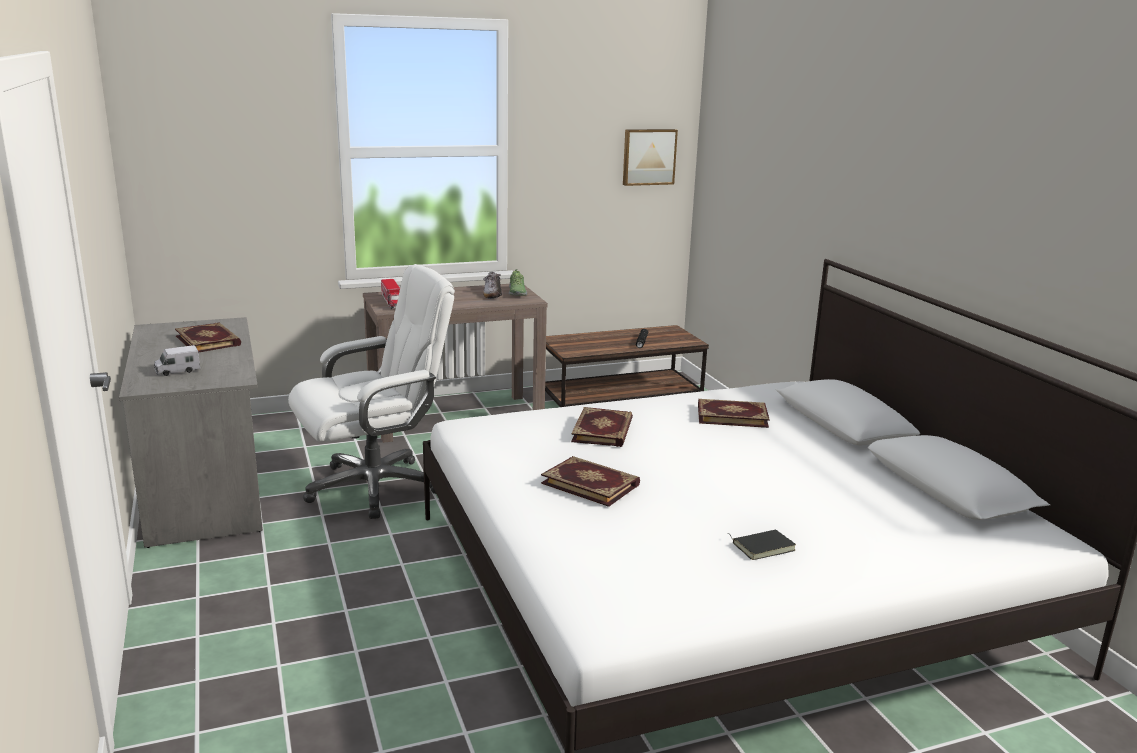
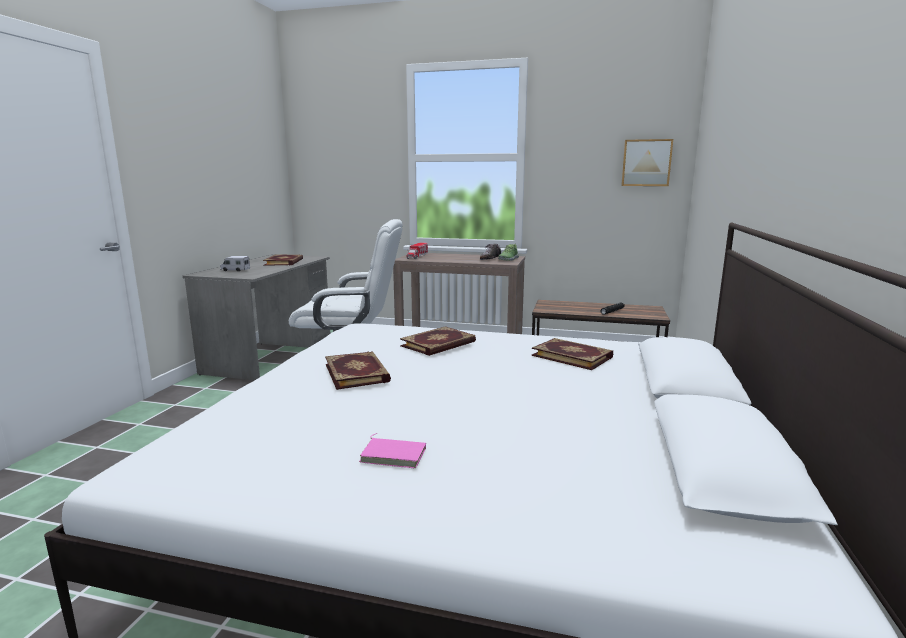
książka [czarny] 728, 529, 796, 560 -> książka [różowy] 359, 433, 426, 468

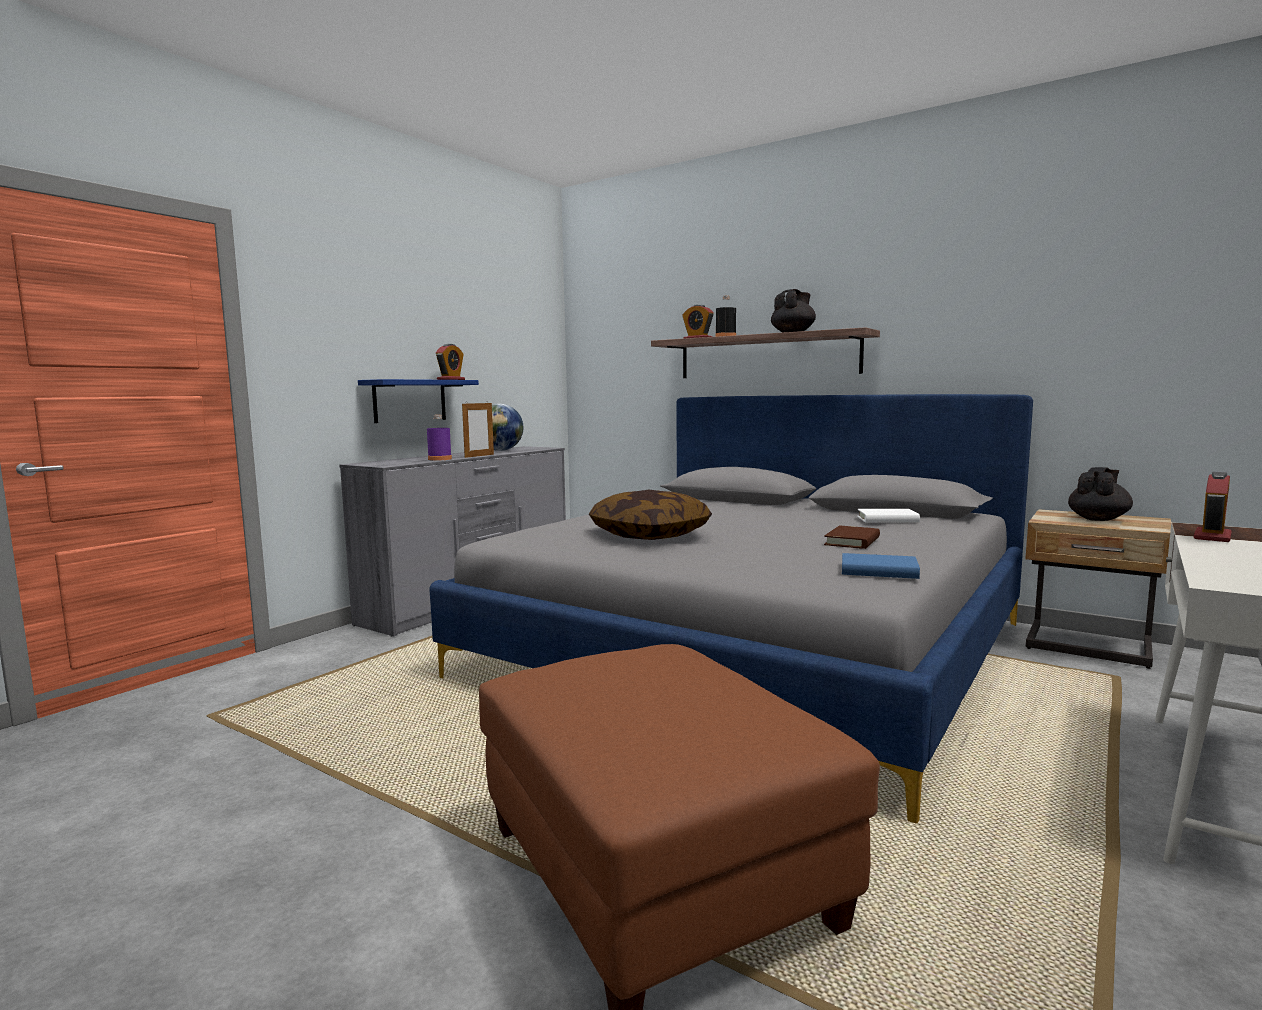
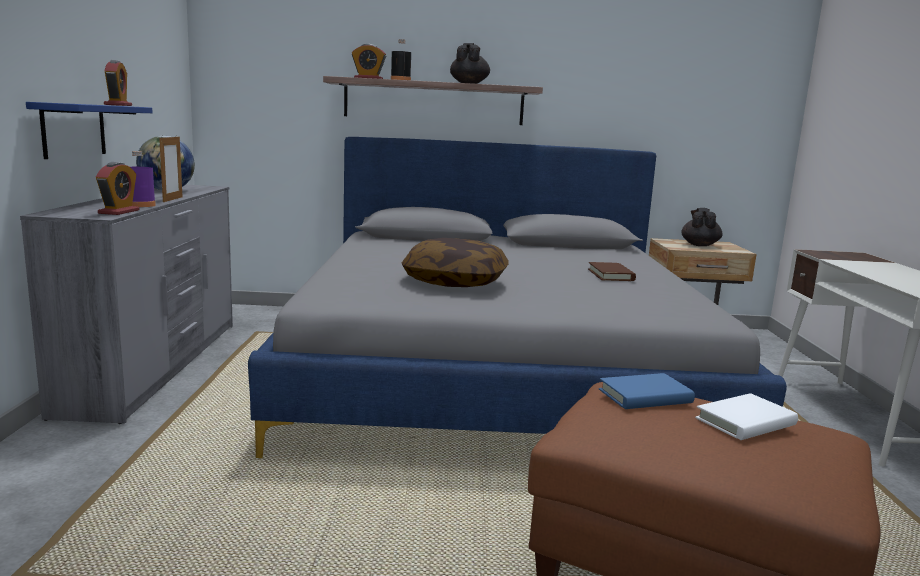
książka [niebieski] 842, 553, 920, 579 -> książka [niebieski] 599, 373, 695, 409, relocated
książka [biały] 857, 509, 920, 523 -> książka [biały] 695, 393, 798, 440, relocated
budzik 1193, 472, 1232, 542 -> budzik 96, 162, 140, 215, relocated

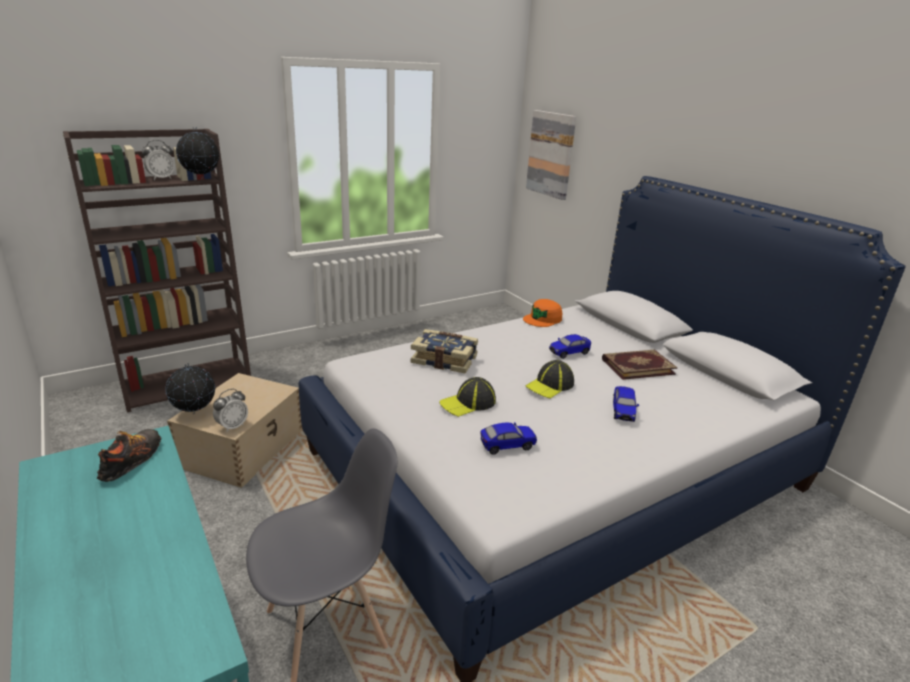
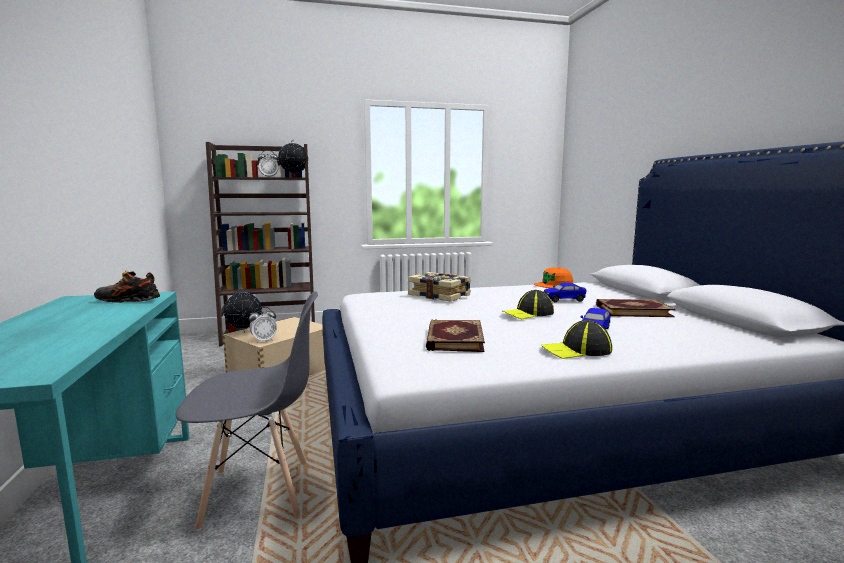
obraz 526, 110, 576, 200 -> none
czapka z daszkiem 439, 377, 496, 417 -> czapka z daszkiem 541, 320, 612, 359, relocated
samochodzik 480, 422, 537, 455 -> książka 426, 319, 485, 352
but 97, 429, 162, 482 -> but 94, 271, 160, 303, 120 degrees counterclockwise

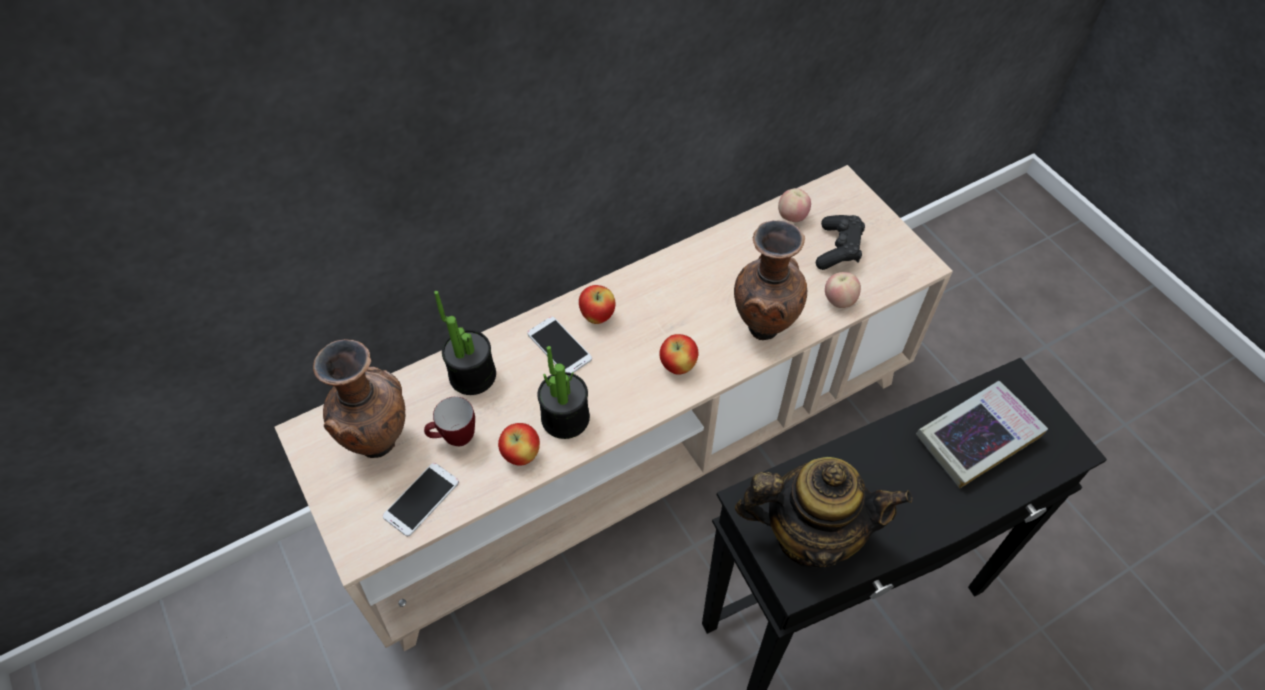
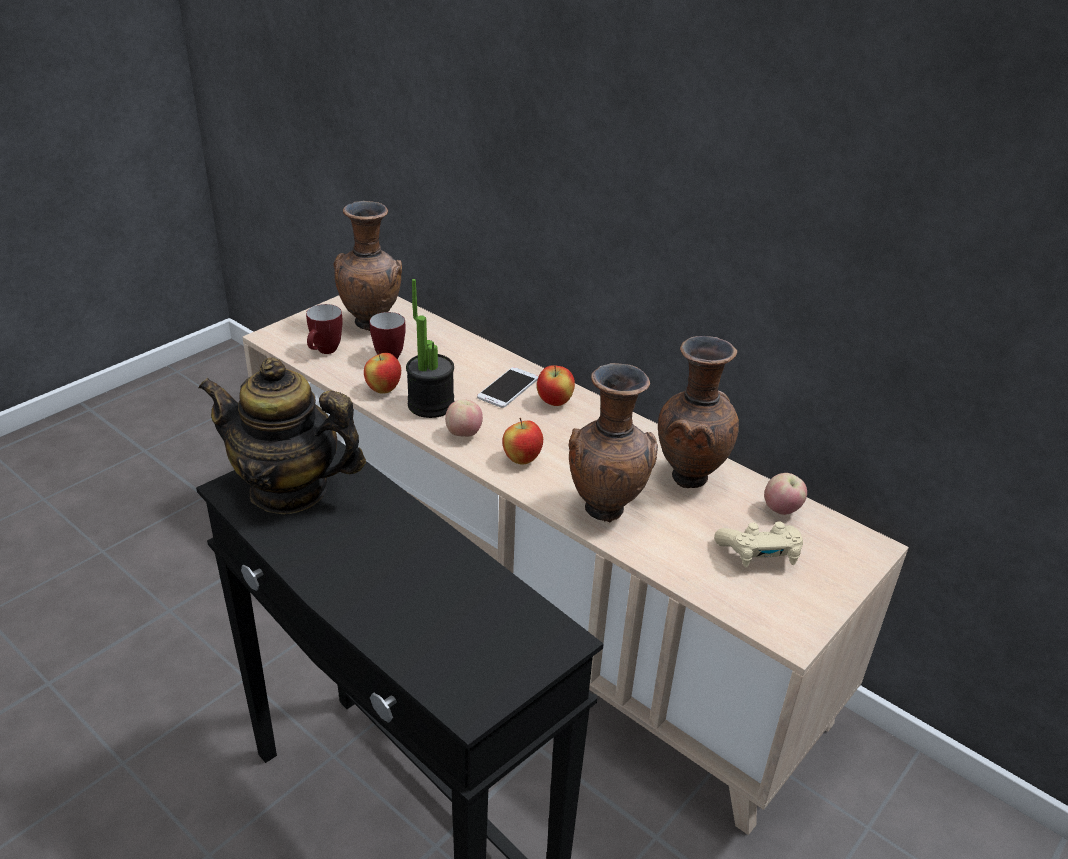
roślina doniczkowa 434, 291, 496, 395 -> none
książka 916, 381, 1048, 488 -> none
none -> wazon [brązowy] 658, 336, 739, 488
jabłko 825, 272, 861, 308 -> jabłko 445, 399, 483, 437, relocated
telefon 383, 463, 459, 536 -> kubek 306, 304, 343, 354
pad do gier [czarny] 816, 215, 865, 270 -> pad do gier [beżowy] 714, 521, 803, 567
imbryk 735, 457, 912, 568 -> imbryk 198, 357, 366, 514, 120 degrees clockwise

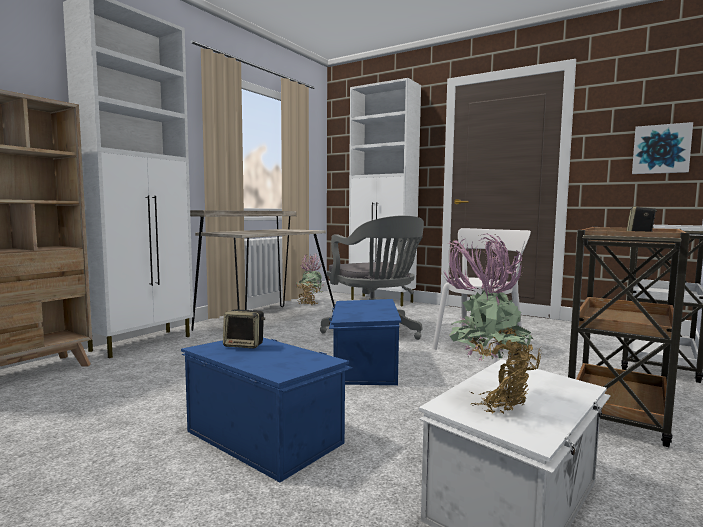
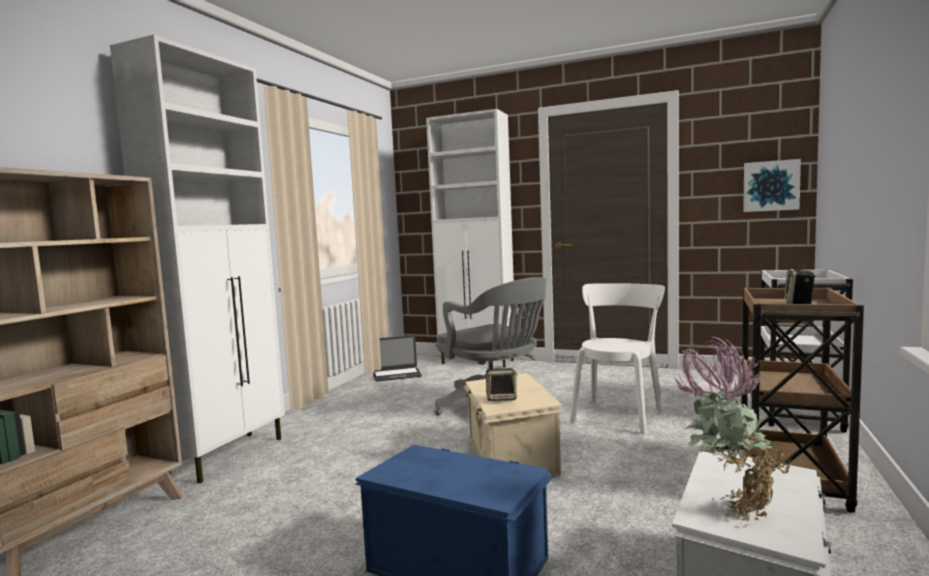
biurko [beżowy] 190, 210, 335, 331 -> none
głośnik 223, 309, 265, 348 -> głośnik 484, 368, 517, 401, relocated
roślina doniczkowa 295, 254, 324, 305 -> laptop 373, 335, 422, 381
pojemnik do przechowywania [niebieski] 329, 299, 401, 385 -> pojemnik do przechowywania [beżowy] 463, 373, 562, 476

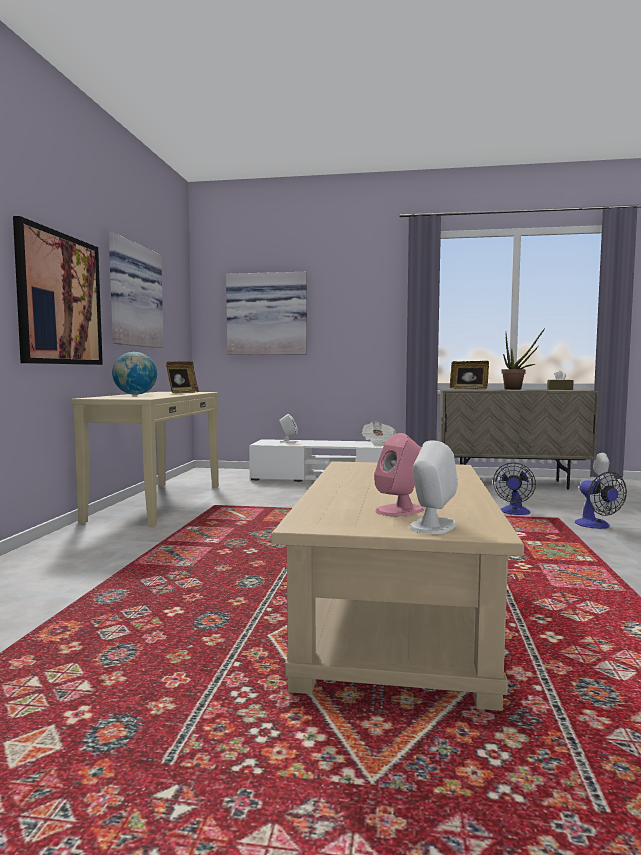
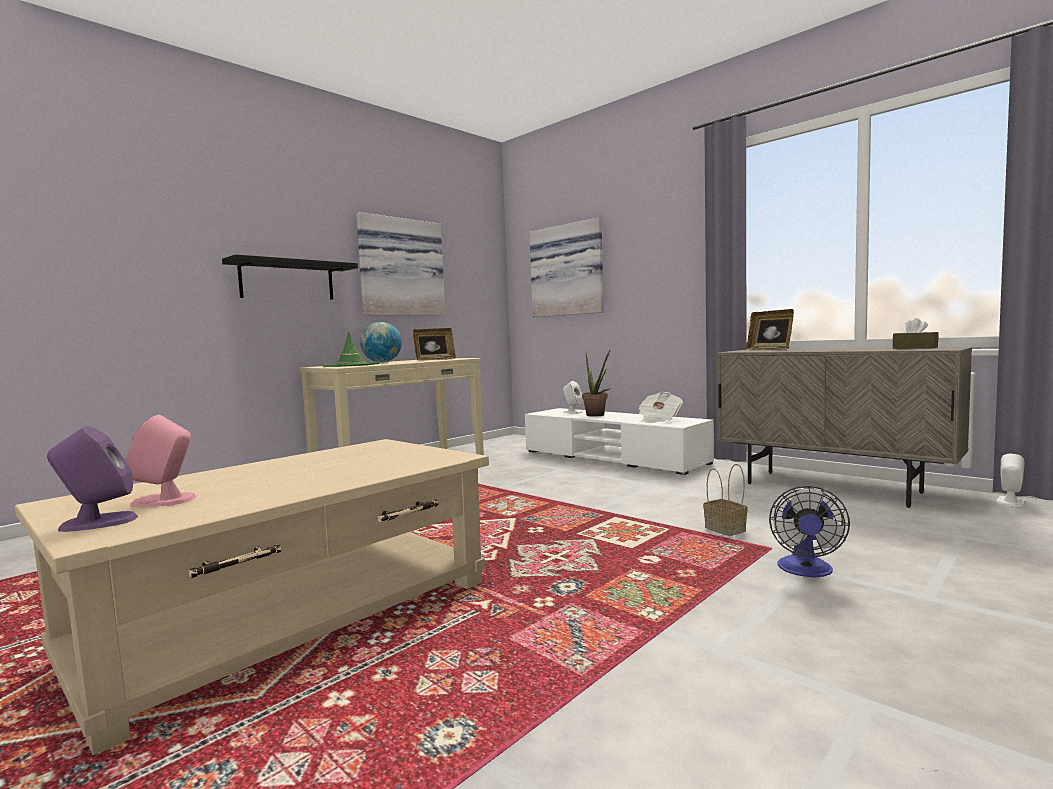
none -> kapelusz [zielony] 322, 331, 380, 367
roślina doniczkowa 502, 328, 545, 390 -> roślina doniczkowa 582, 351, 610, 417, relocated
obraz 13, 216, 103, 365 -> półka [czarny] 222, 254, 358, 300
wentylator 493, 463, 536, 515 -> koszyk 703, 464, 748, 536
głośnik [biały] 409, 440, 458, 534 -> głośnik [fioletowy] 47, 426, 138, 532

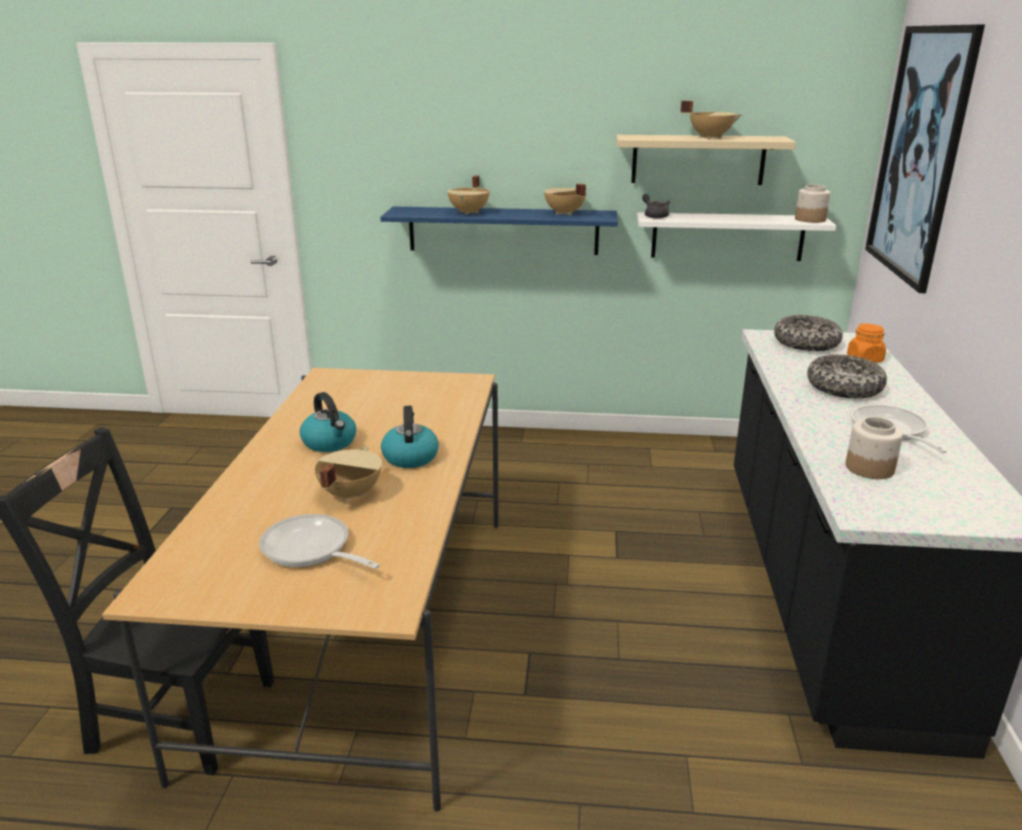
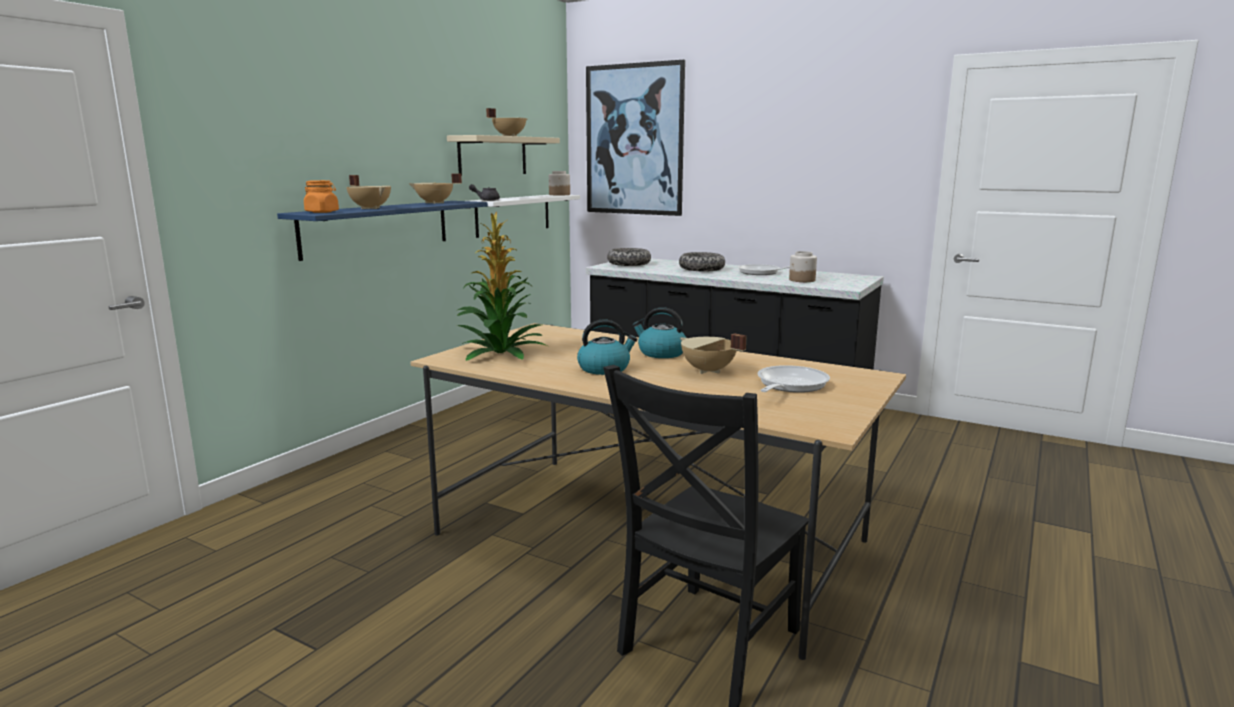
none -> roślina doniczkowa 457, 212, 548, 361
słoik [pomarańczowy] 847, 323, 886, 363 -> słoik [pomarańczowy] 304, 180, 339, 213, relocated
patelnia 259, 514, 380, 569 -> patelnia 757, 365, 830, 393, 150 degrees clockwise

